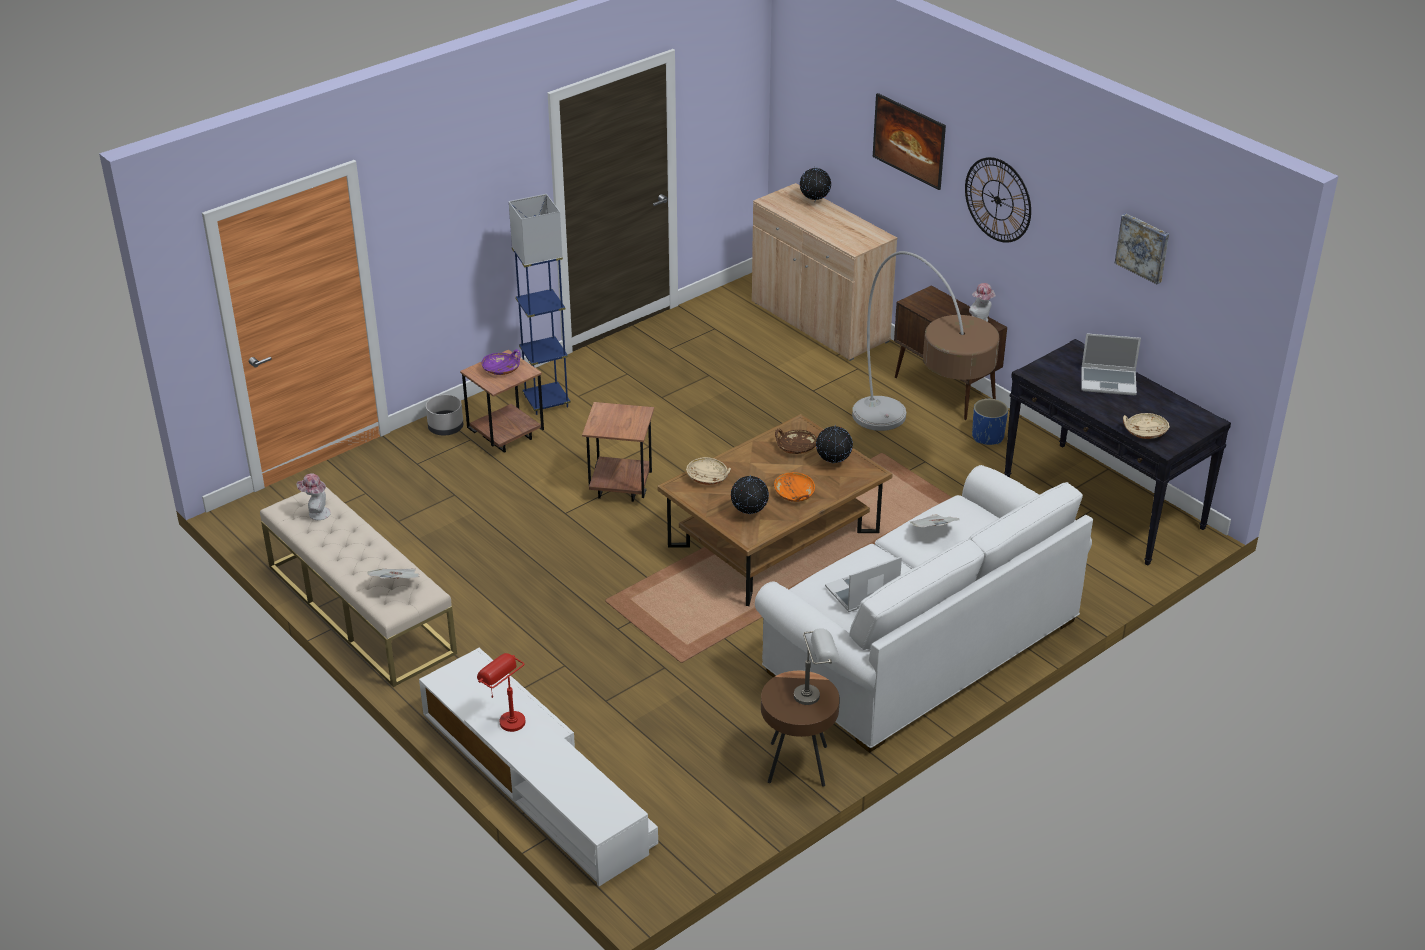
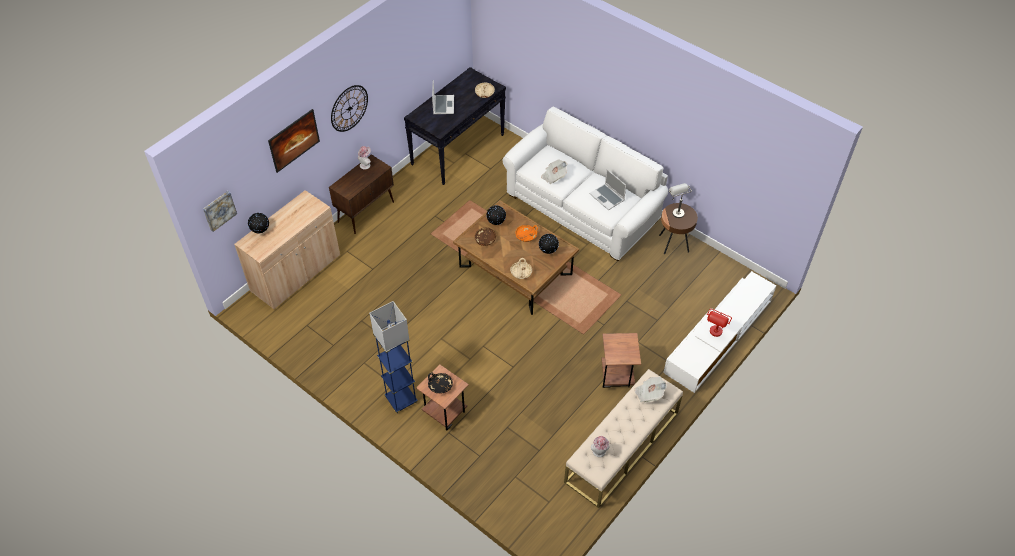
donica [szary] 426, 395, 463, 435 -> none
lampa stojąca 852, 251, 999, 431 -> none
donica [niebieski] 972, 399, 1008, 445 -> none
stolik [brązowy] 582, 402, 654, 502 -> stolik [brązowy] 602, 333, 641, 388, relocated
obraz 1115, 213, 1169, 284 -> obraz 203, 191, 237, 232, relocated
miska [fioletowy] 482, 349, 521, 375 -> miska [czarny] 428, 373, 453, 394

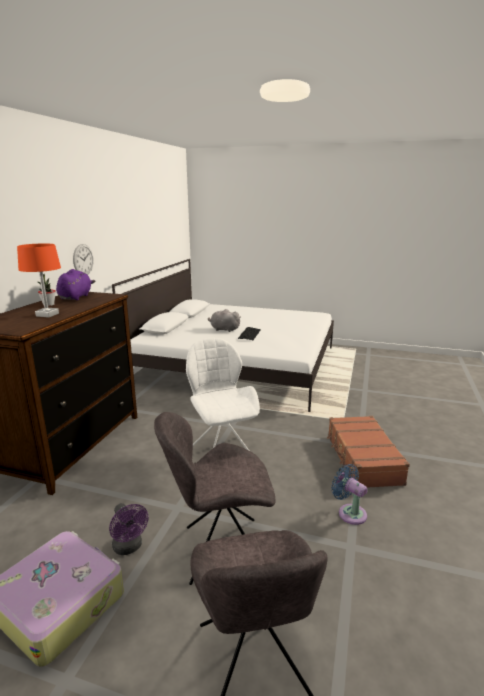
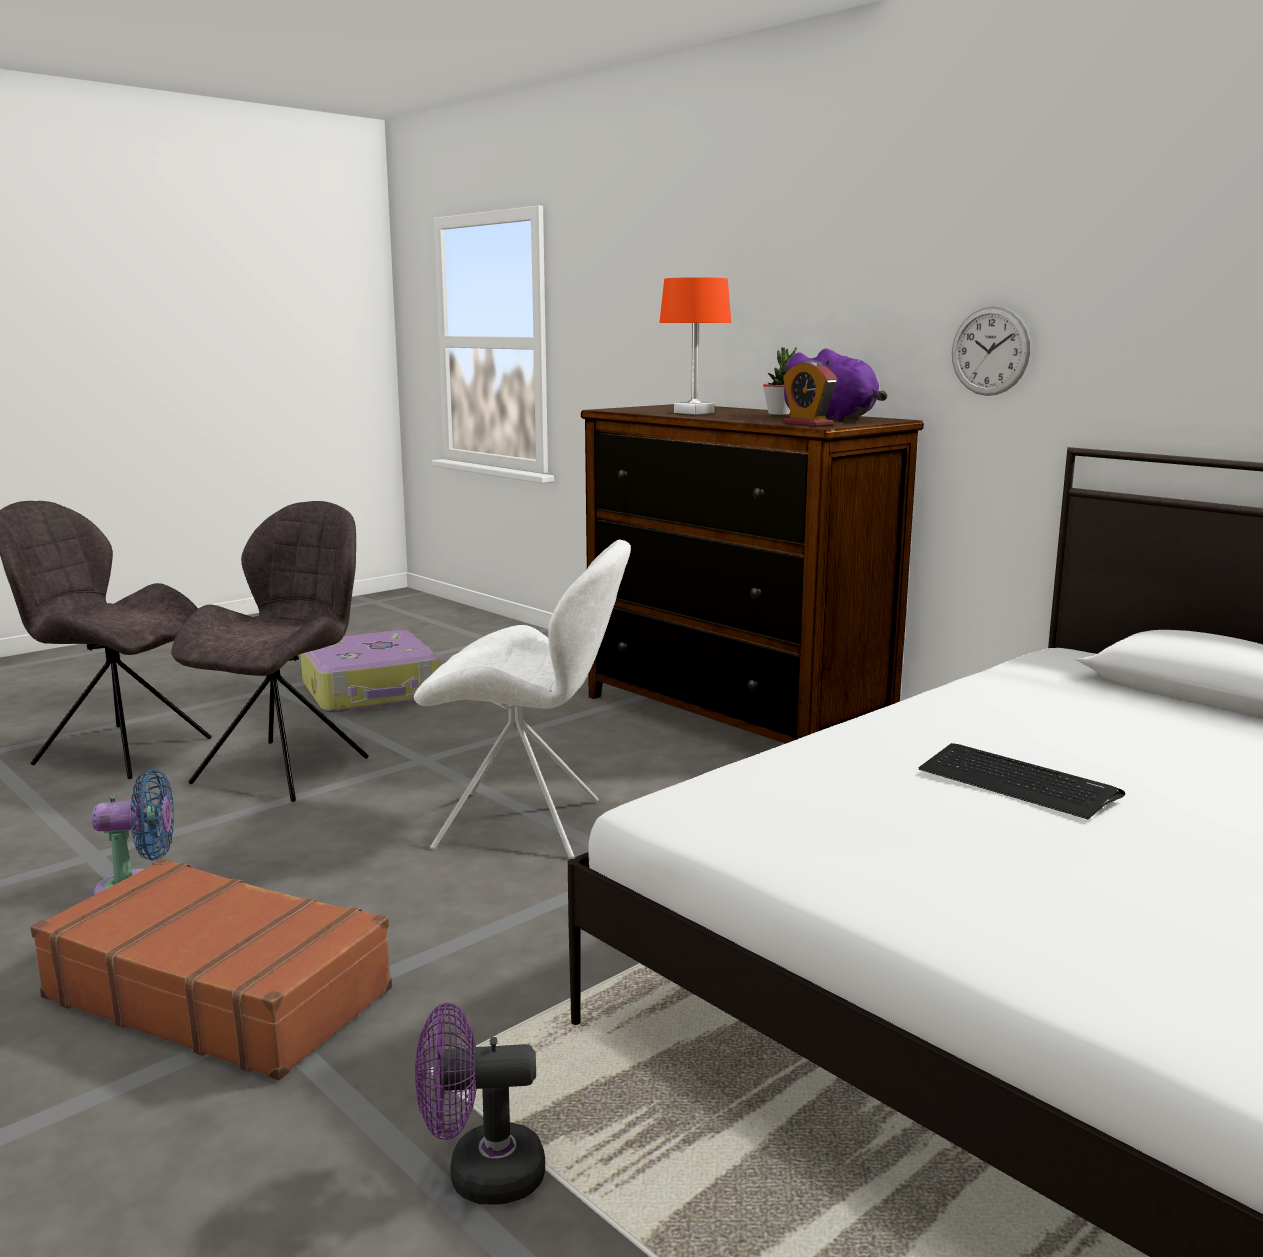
pluszak [szary] 208, 309, 241, 332 -> none
none -> budzik 782, 360, 837, 427
wentylator [fioletowy] 109, 503, 148, 555 -> wentylator [fioletowy] 415, 1003, 545, 1205, relocated

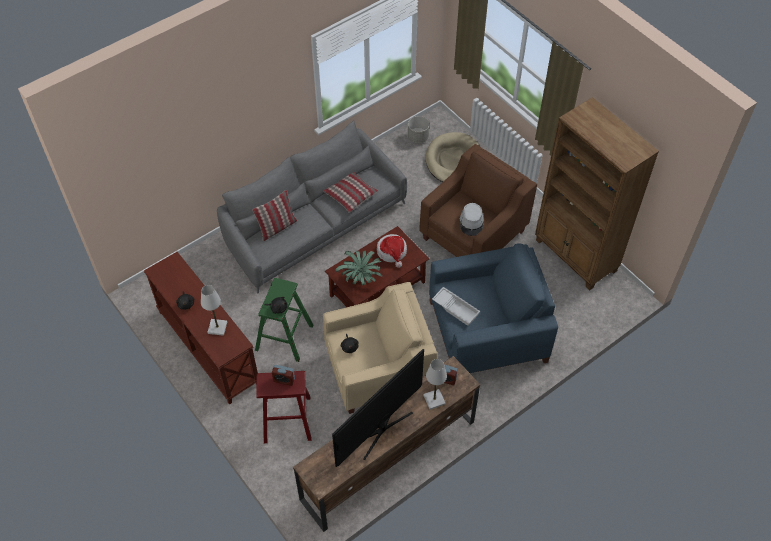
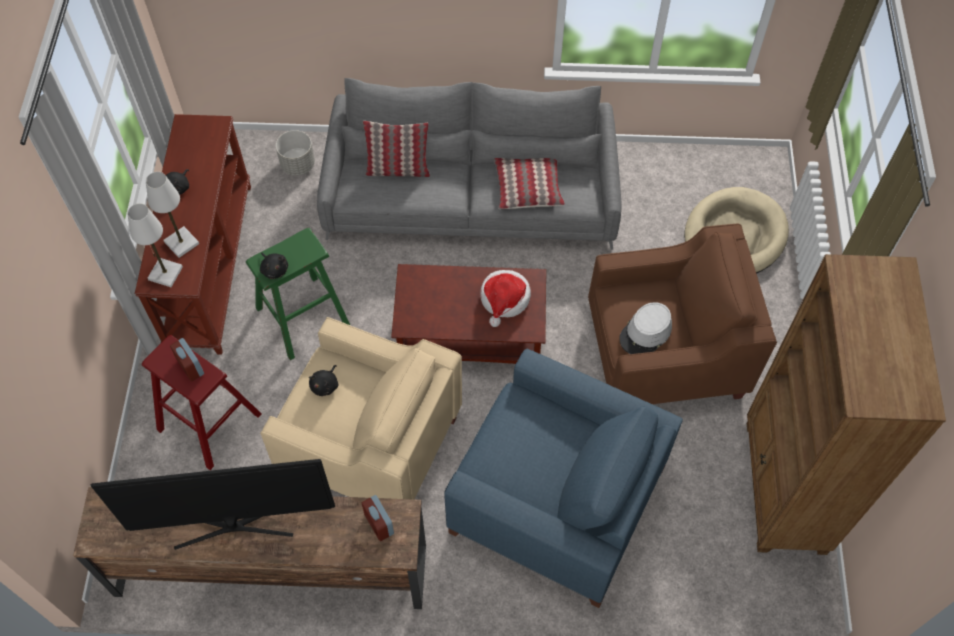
roślina doniczkowa 335, 250, 383, 285 -> none
taca [biały] 432, 287, 480, 326 -> none
donica [szary] 408, 116, 430, 143 -> donica [szary] 276, 130, 315, 176, relocated
lampa stołowa [biały] 423, 359, 447, 410 -> lampa stołowa [biały] 127, 203, 183, 287, relocated

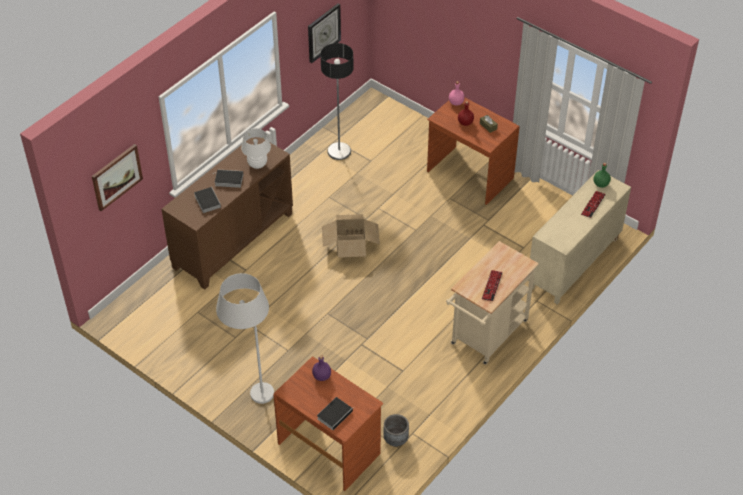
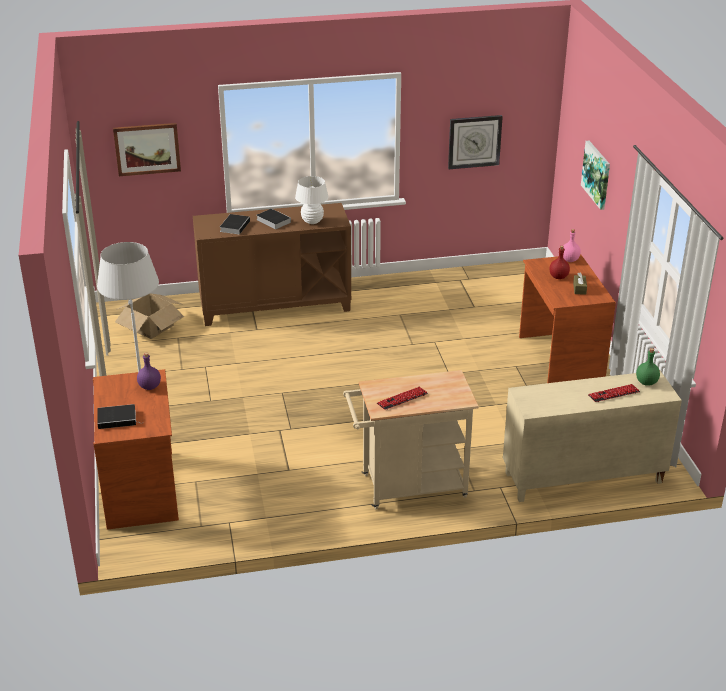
lampa stojąca 320, 43, 354, 160 -> none
donica [szary] 383, 414, 409, 447 -> none
none -> obraz 581, 141, 610, 210
karton 322, 214, 380, 258 -> karton 115, 293, 184, 339, relocated

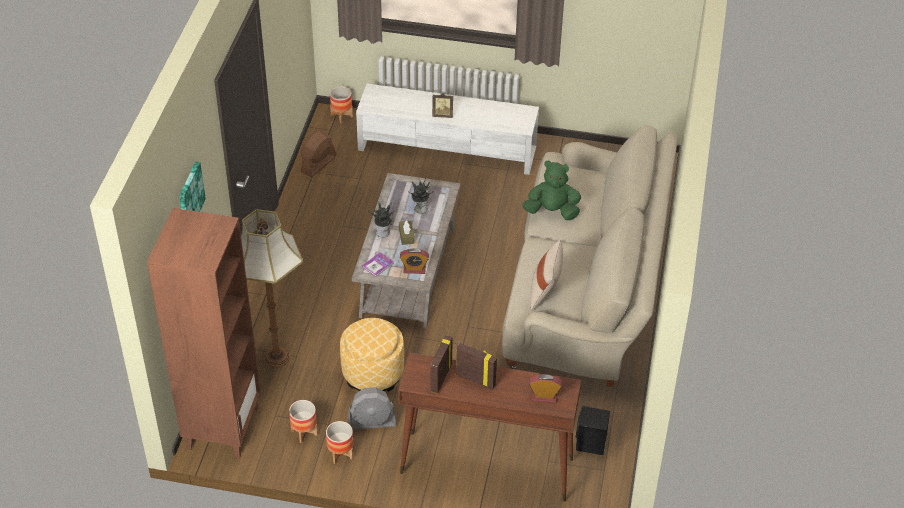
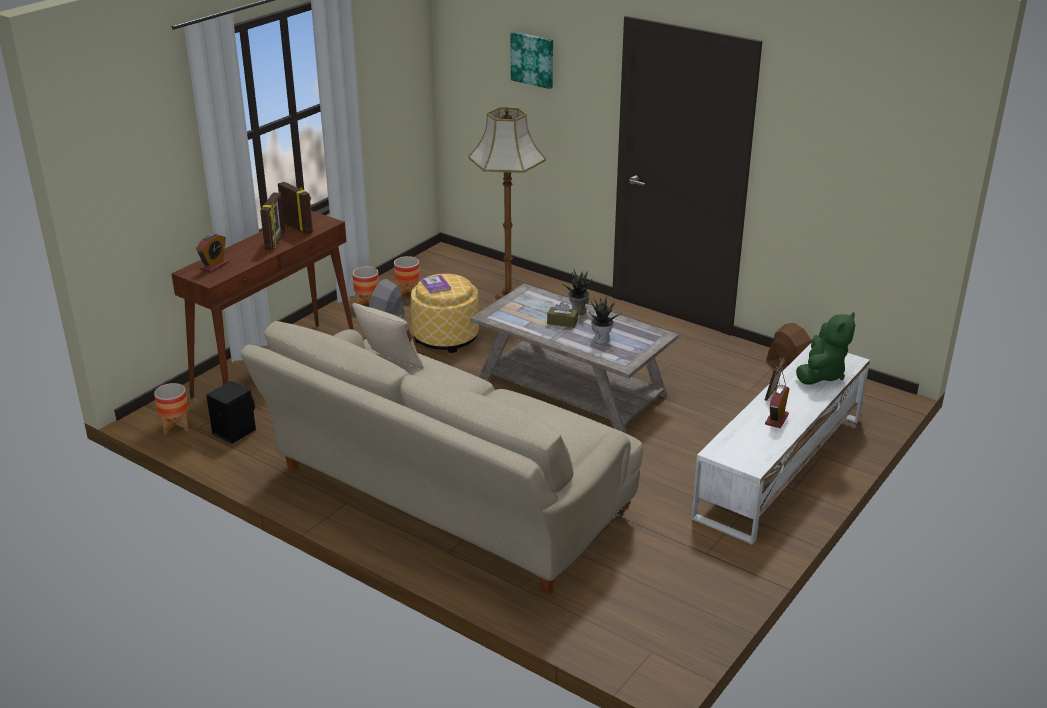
regał [brązowy] 147, 208, 261, 459 -> none
donica 330, 86, 353, 123 -> donica 154, 383, 189, 434, relocated
książka 362, 252, 394, 277 -> książka 421, 275, 451, 293, relocated
budzik 400, 248, 429, 274 -> budzik 765, 385, 790, 428, relocated
pluszak [zielony] 522, 161, 581, 220 -> pluszak [zielony] 796, 312, 855, 385, relocated
ramka na zdjęcie 456, 343, 497, 390 -> ramka na zdjęcie 260, 192, 285, 250, 45 degrees counterclockwise

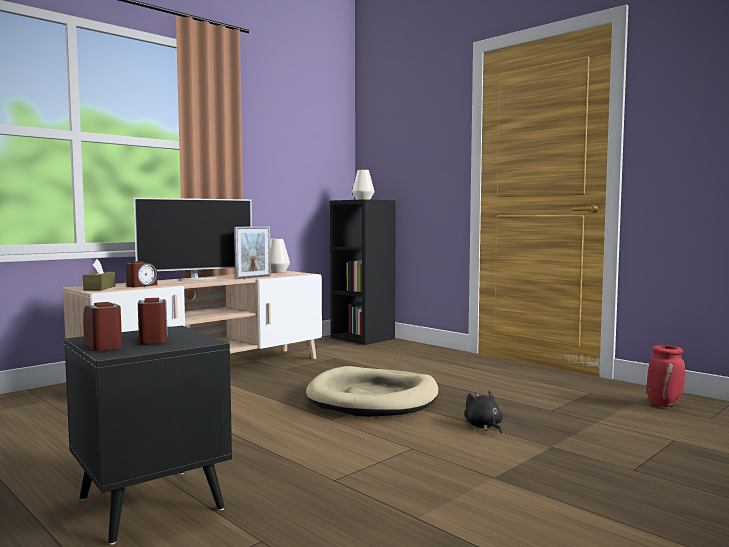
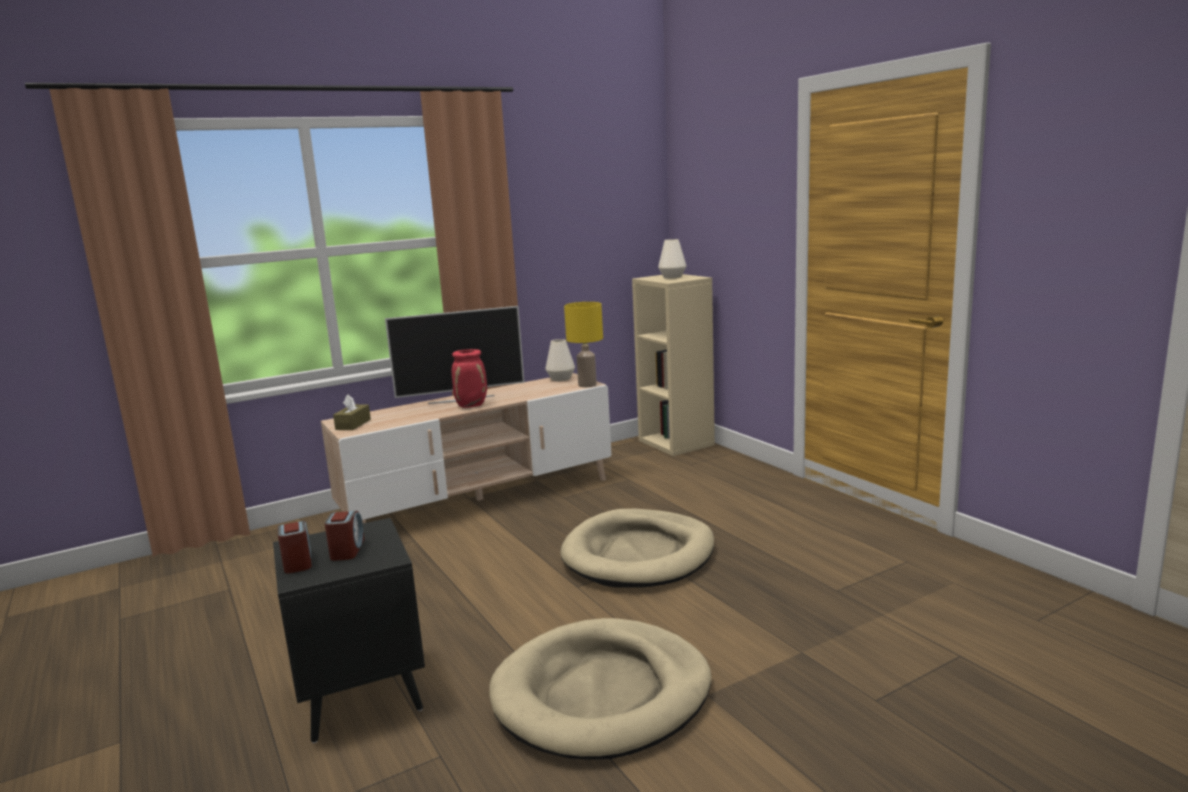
budzik 126, 261, 157, 287 -> none
ramka na zdjęcie 234, 226, 271, 279 -> none
pluszak [czarny] 465, 391, 503, 434 -> none
none -> legowisko [beżowy] 489, 618, 711, 760
none -> lampa stołowa [żółty] 564, 302, 603, 387
wazon [czerwony] 647, 345, 685, 407 -> wazon [czerwony] 452, 349, 487, 408, relocated
regał [czarny] 330, 199, 396, 345 -> regał [beżowy] 632, 274, 715, 456

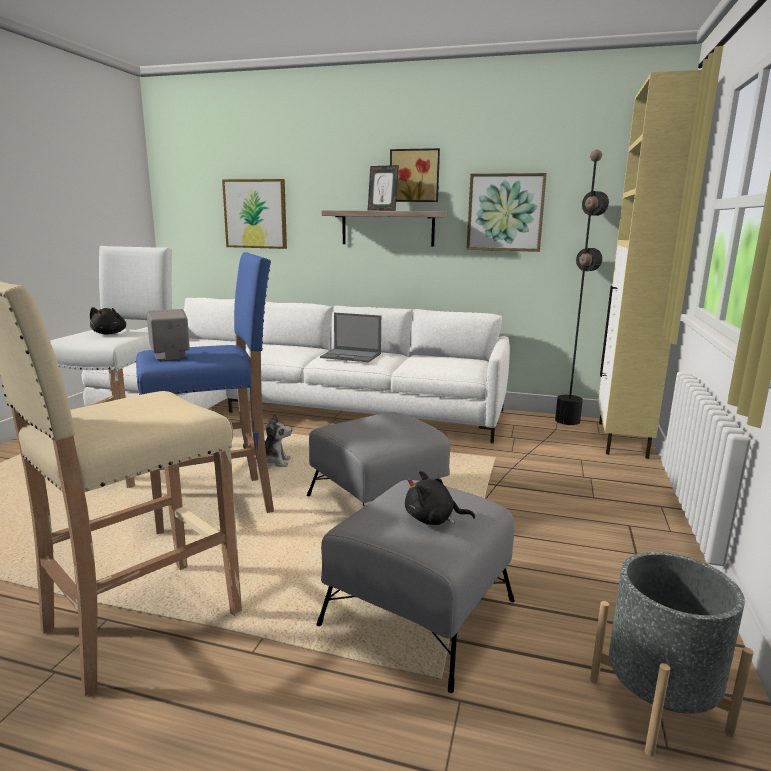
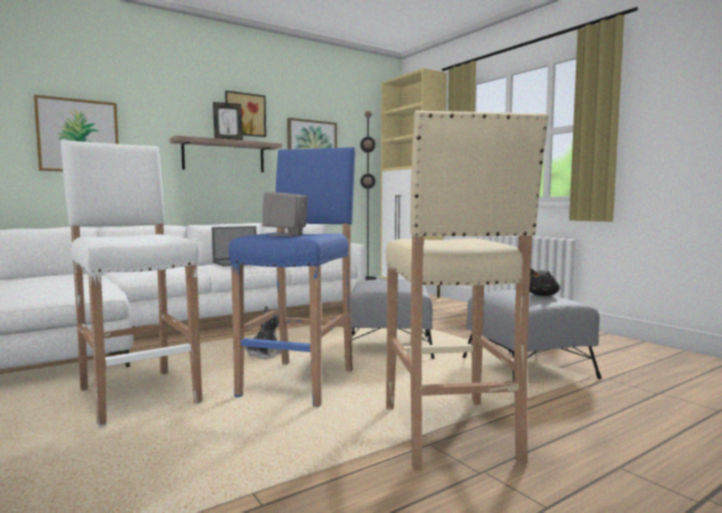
pluszak [czarny] 90, 307, 126, 334 -> none
donica [szary] 590, 552, 754, 756 -> none

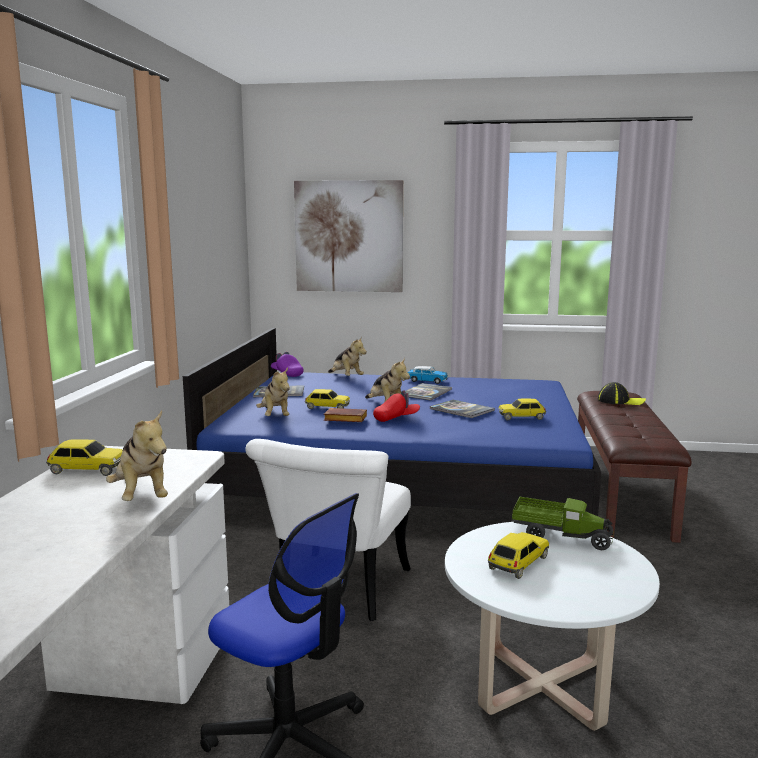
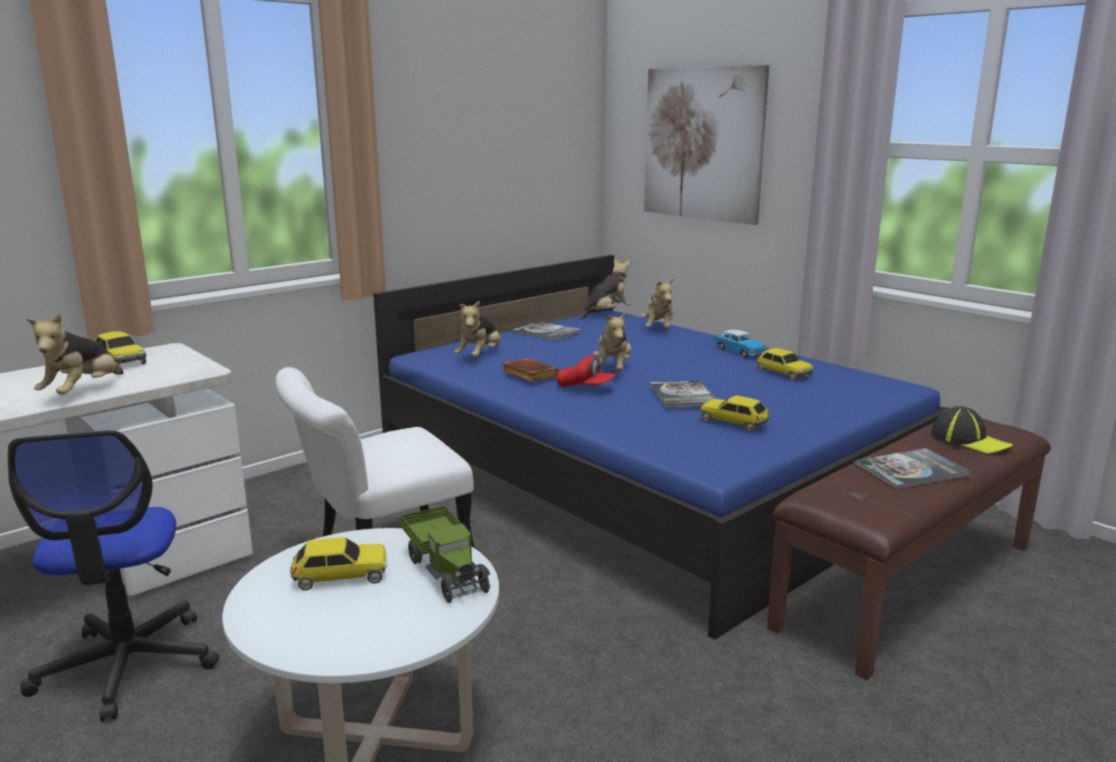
samochodzik 305, 389, 350, 409 -> samochodzik 756, 348, 814, 381, relocated
książka 405, 383, 452, 400 -> książka 854, 448, 971, 490, relocated
czapka z daszkiem [fioletowy] 271, 352, 304, 377 -> pluszak 581, 258, 631, 320

